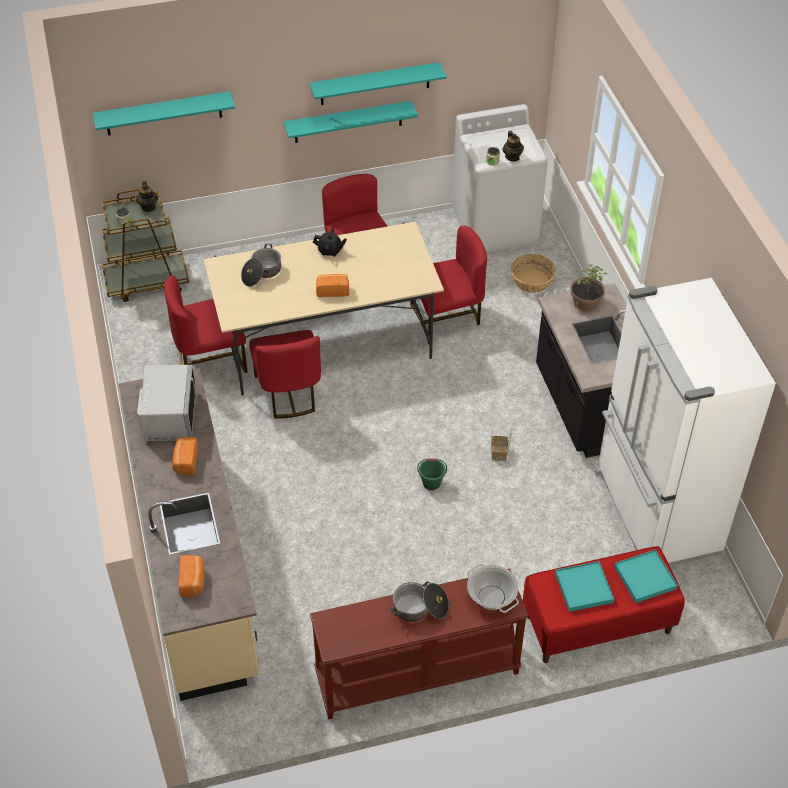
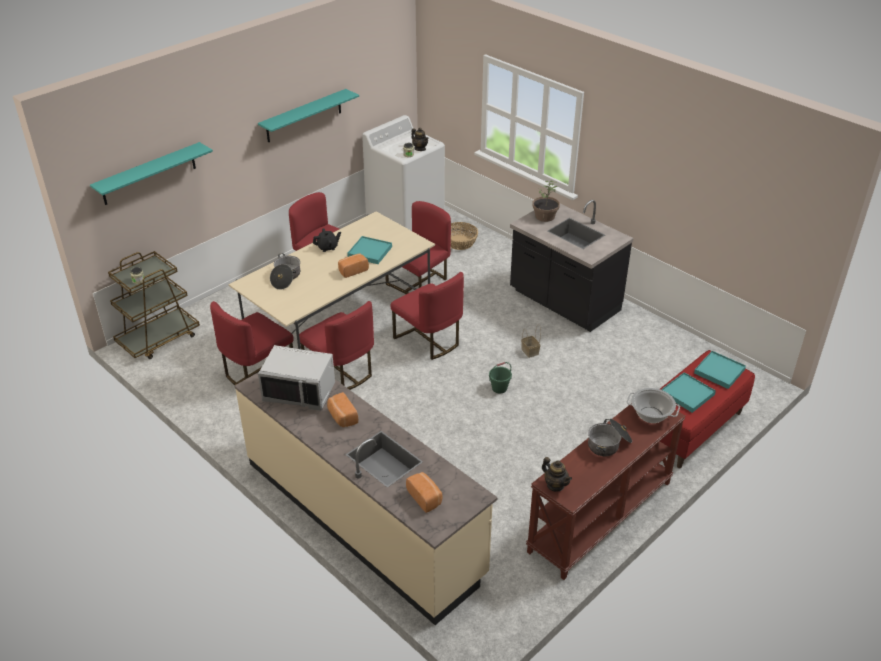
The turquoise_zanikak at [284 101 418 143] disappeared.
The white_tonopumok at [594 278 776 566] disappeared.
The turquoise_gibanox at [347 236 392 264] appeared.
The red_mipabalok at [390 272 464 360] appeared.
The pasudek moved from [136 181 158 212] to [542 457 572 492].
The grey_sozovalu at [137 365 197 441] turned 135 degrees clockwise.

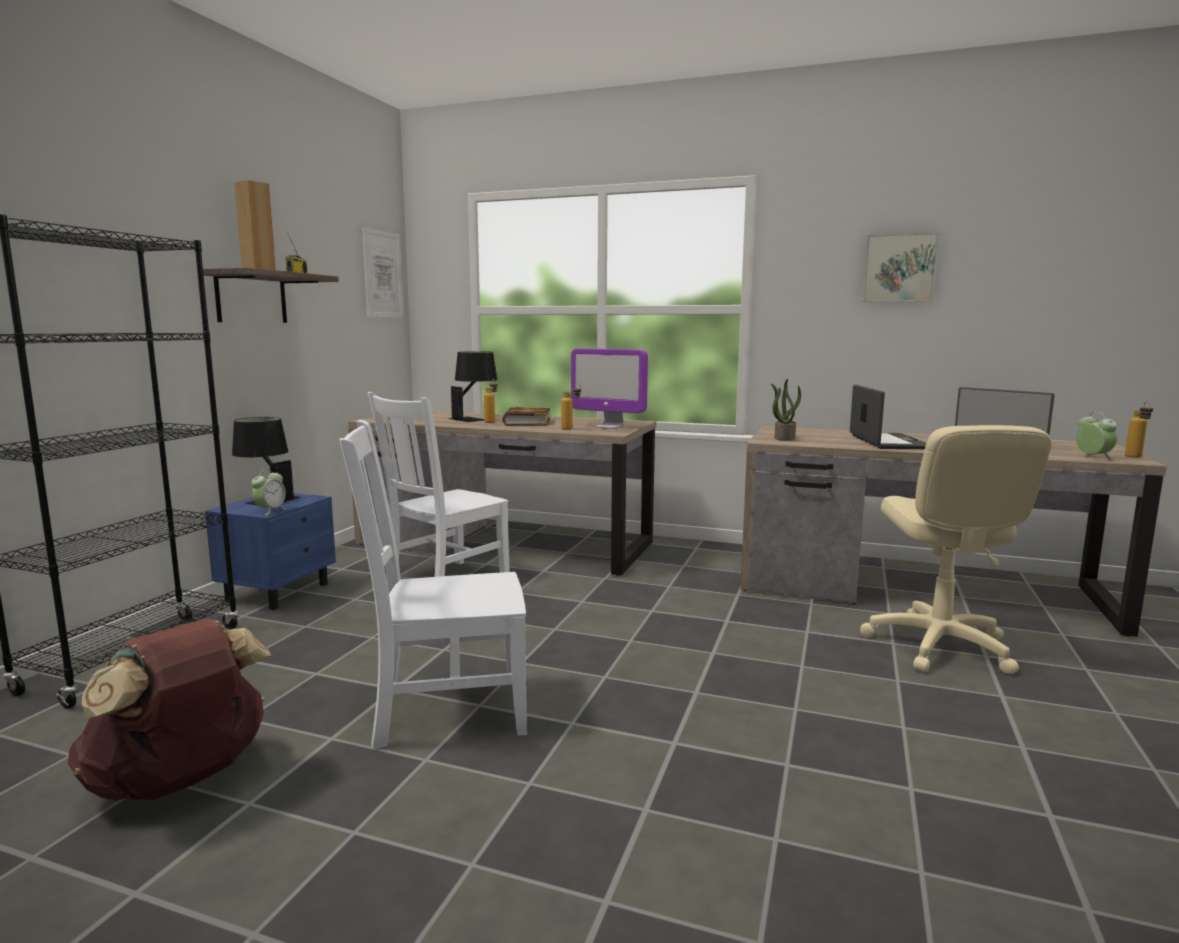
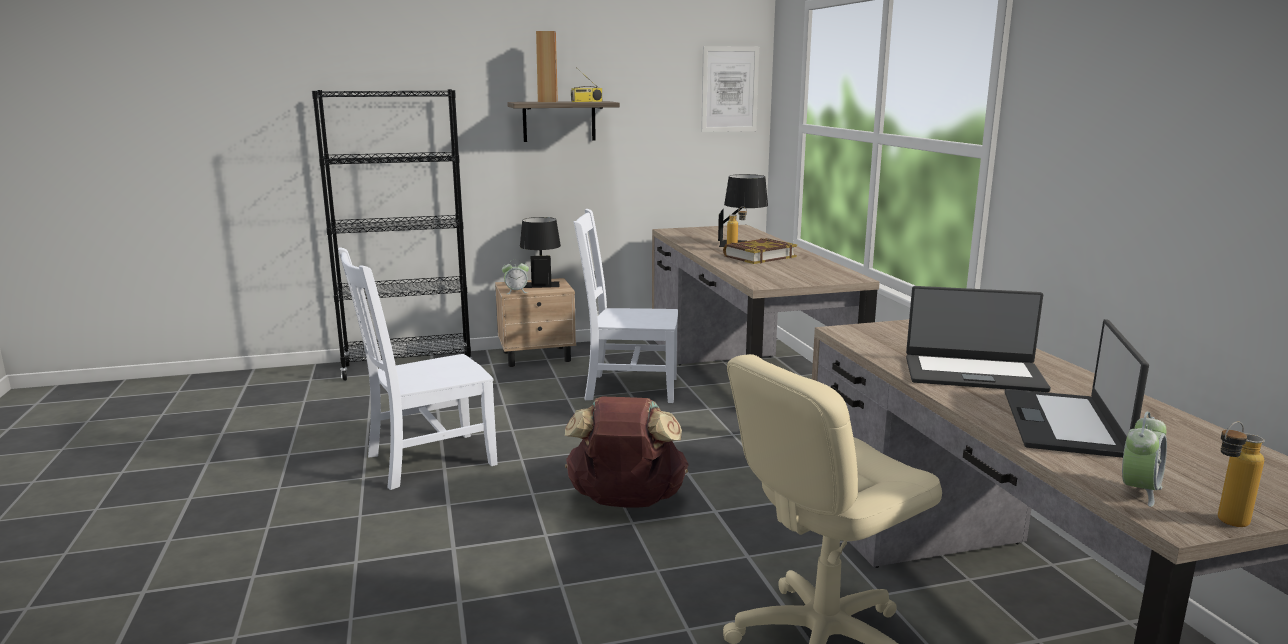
The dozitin at [561 384 582 430] disappeared.
The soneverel at [571 349 648 429] disappeared.
The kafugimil at [771 379 801 441] disappeared.
The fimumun at [863 233 939 302] disappeared.
The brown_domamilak moved from [68 619 272 800] to [565 397 689 507].
The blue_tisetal at [205 493 336 610] became the beige_tisetal at [495 278 576 367].
The white_mipabalok at [339 420 527 749] turned 75 degrees counterclockwise.
The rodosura at [850 385 926 449] turned 45 degrees clockwise.

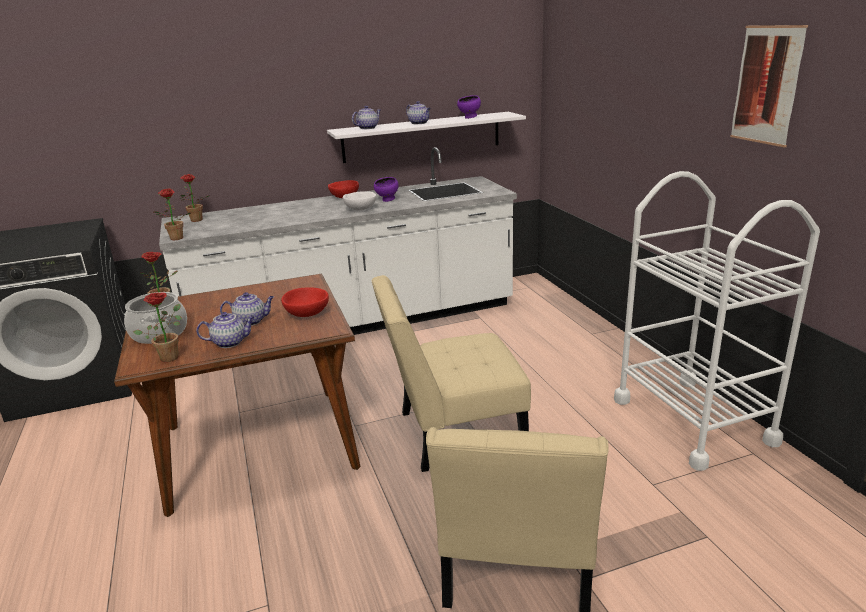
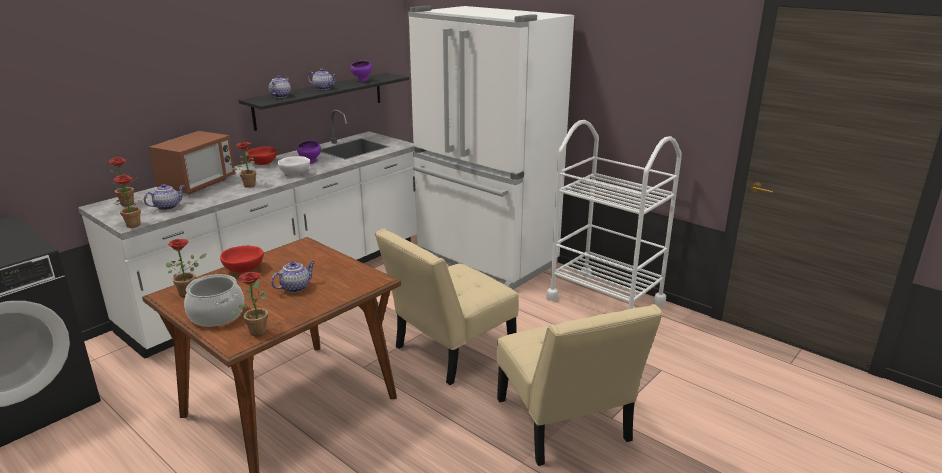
The fimumun at [730 25 808 147] disappeared.
The sozovalu at [149 131 235 194] appeared.
The kafugimil at [232 142 256 188] appeared.
The white_tonopumok at [408 6 574 290] appeared.
The pasudek moved from [196 312 255 348] to [144 184 185 210].
The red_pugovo moved from [281 288 329 317] to [220 246 264 273].
The white_zanikak at [327 112 526 163] became the black_zanikak at [239 73 409 131].

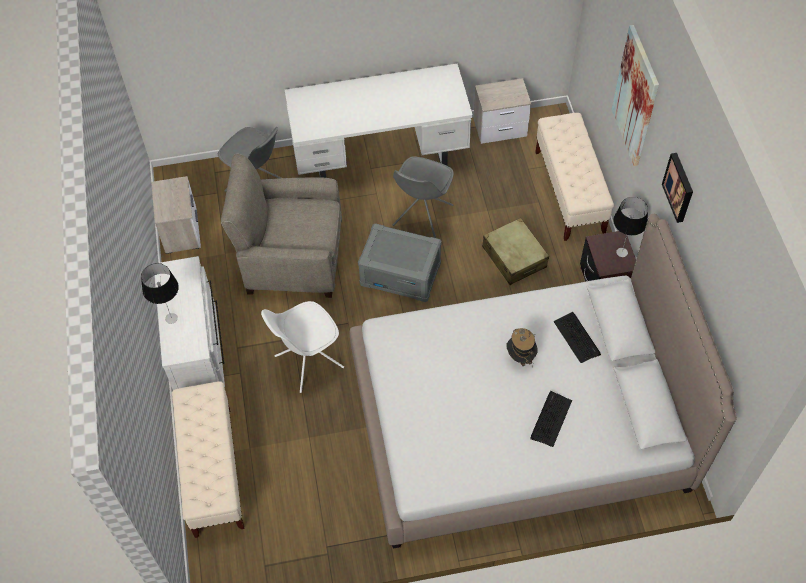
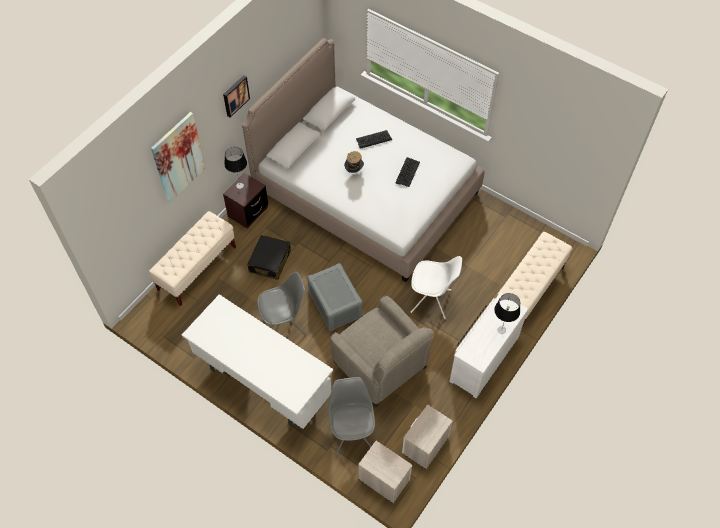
The tisetal moved from [474 78 531 144] to [358 441 412 503].
The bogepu moved from [554 312 601 363] to [396 157 420 187].
The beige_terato at [482 218 549 285] became the black_terato at [247 235 291 280].

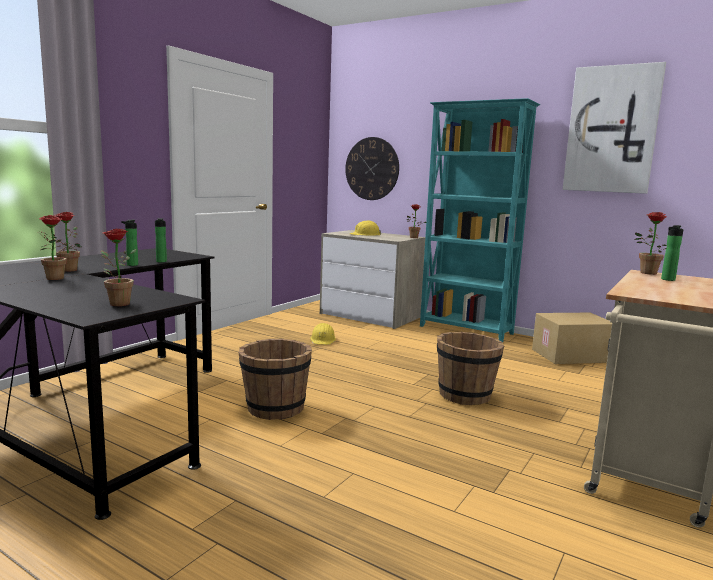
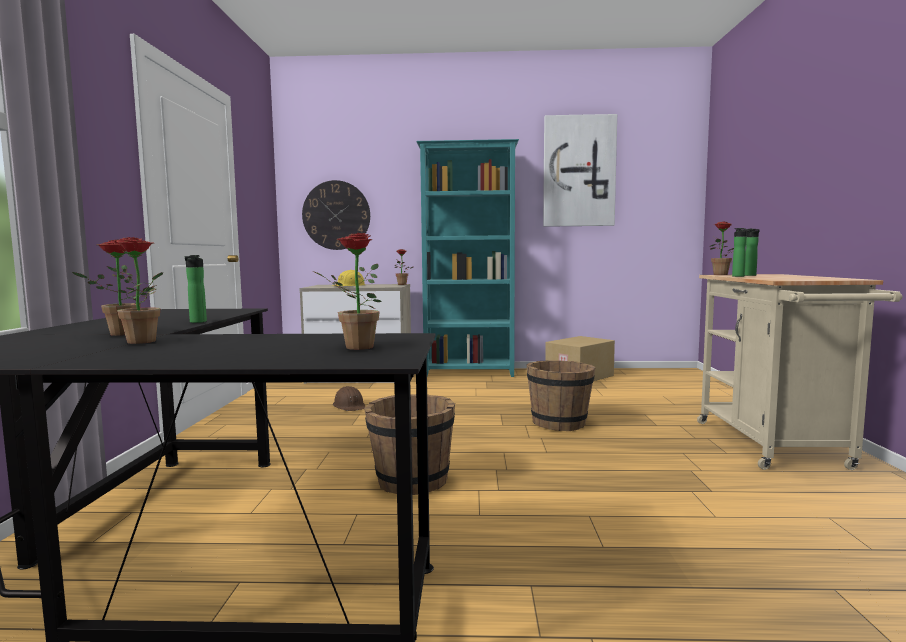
The dozitin moved from [155 218 167 263] to [732 228 753 277].
The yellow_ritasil at [310 323 336 345] became the brown_ritasil at [333 386 365 411].

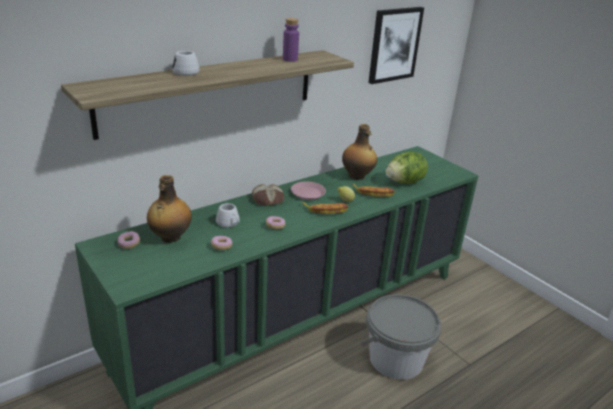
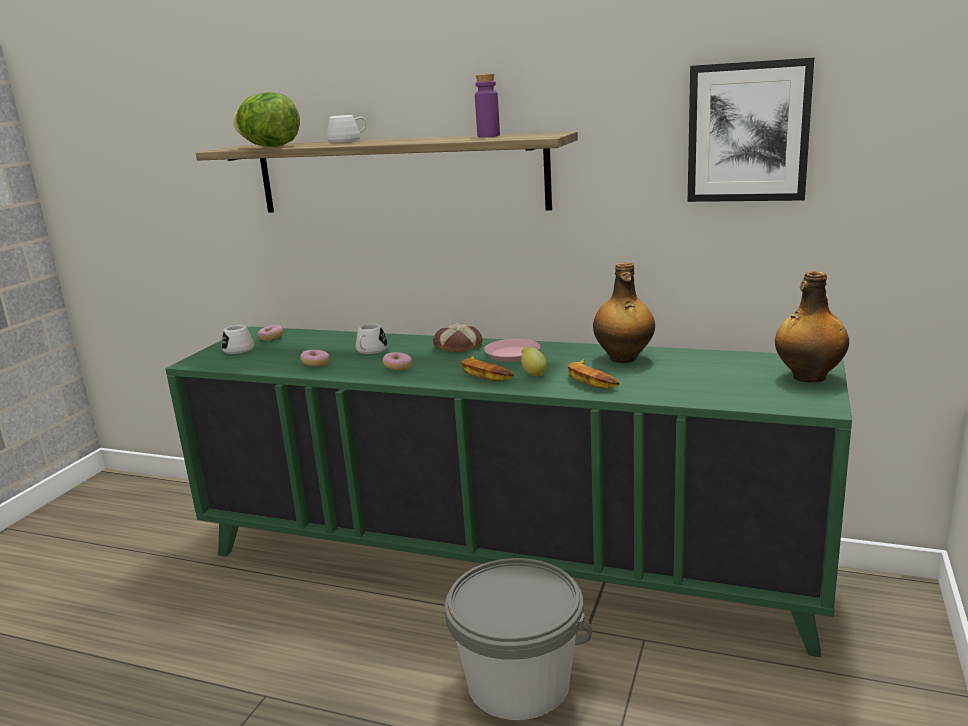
The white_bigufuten at [222 325 254 354] appeared.
The dozitin moved from [147 175 192 243] to [775 271 849 383].
The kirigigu moved from [386 151 428 184] to [233 92 300 147].

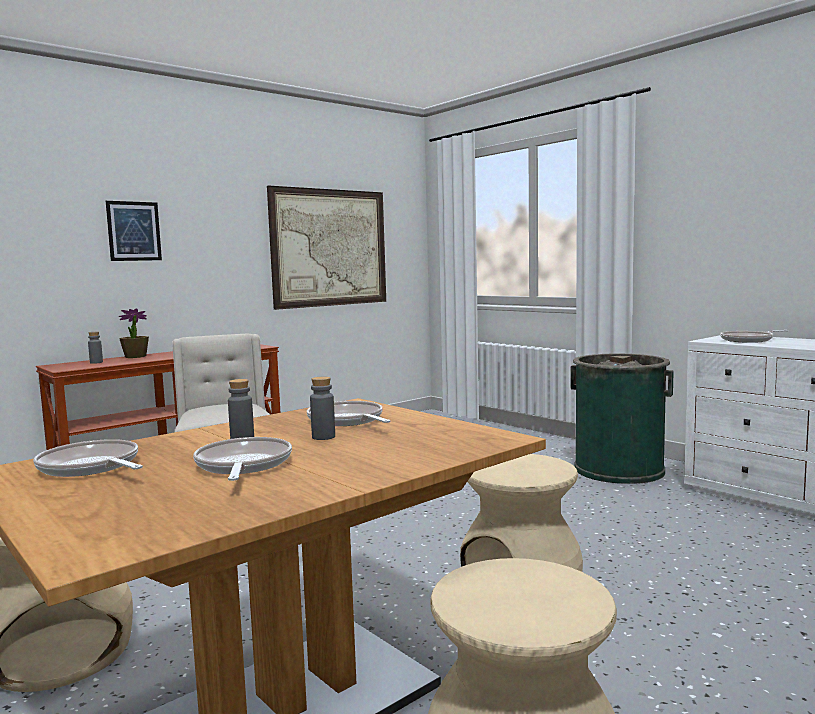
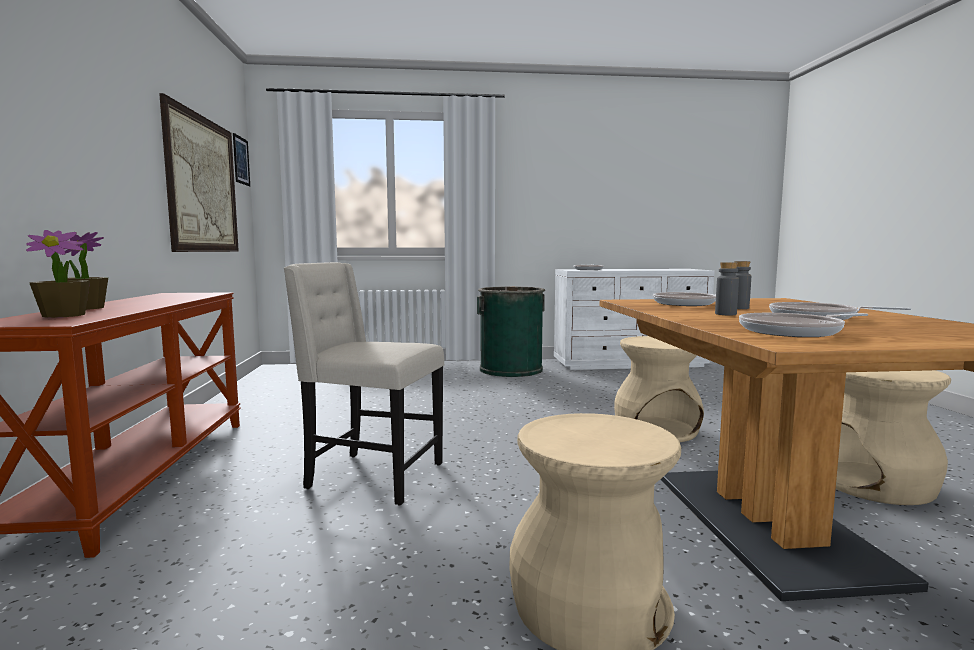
The fimumun moved from [106 201 162 261] to [233 133 250 186].
The grey_dozitin at [88 332 103 364] was replaced by the kafugimil at [26 230 90 318].

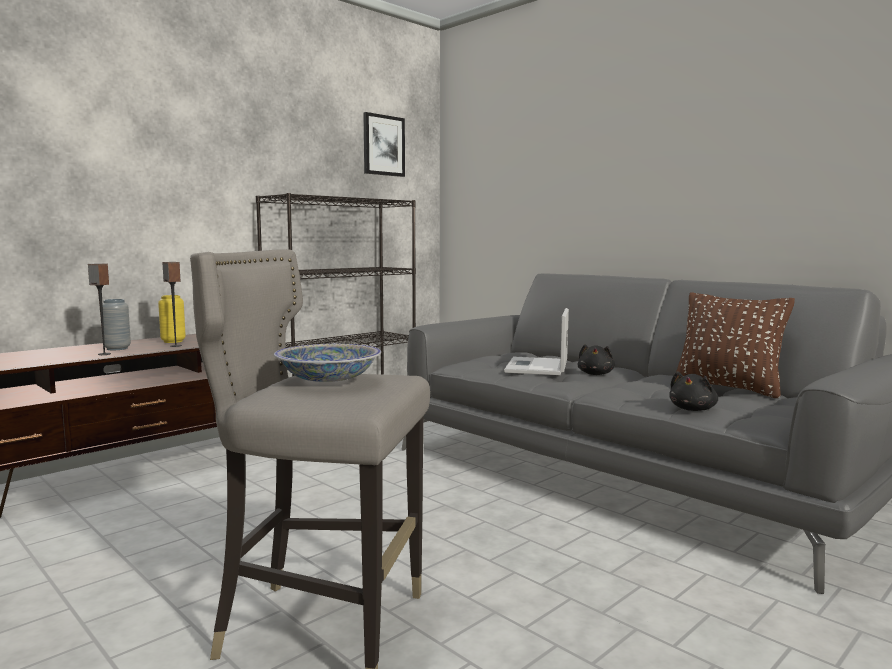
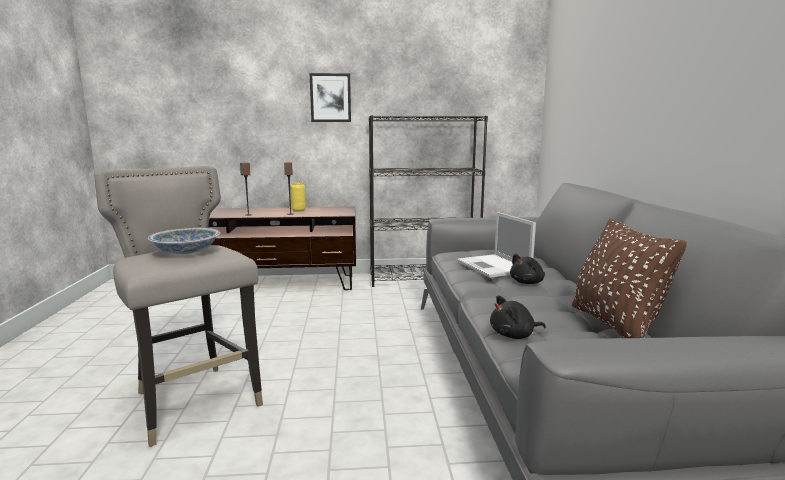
The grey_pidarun at [102 299 131 350] disappeared.
The fimumun moved from [363 112 405 177] to [310 73 351 122].
The rodosura at [504 308 569 375] turned 75 degrees counterclockwise.

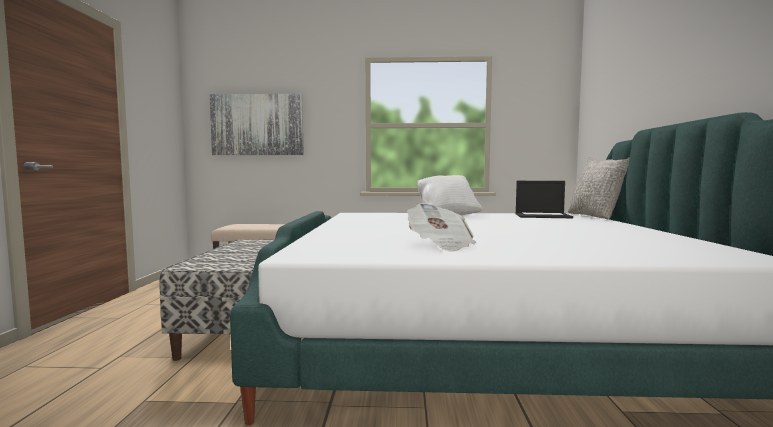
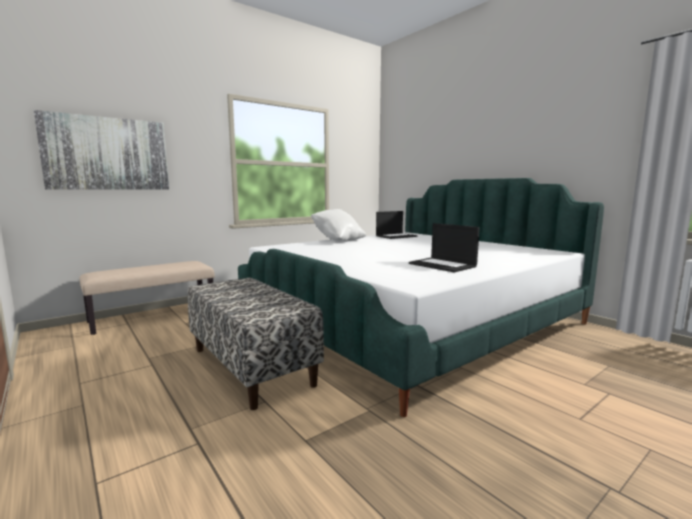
The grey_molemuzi at [568 157 630 219] disappeared.
The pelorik at [407 203 476 252] was replaced by the rodosura at [409 223 480 272].

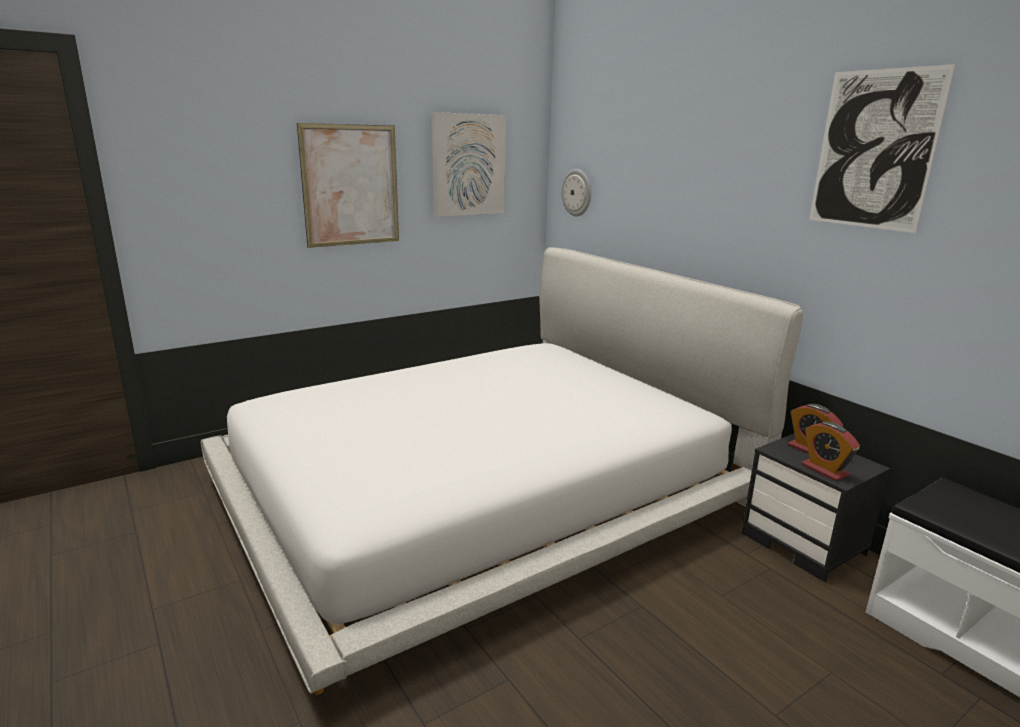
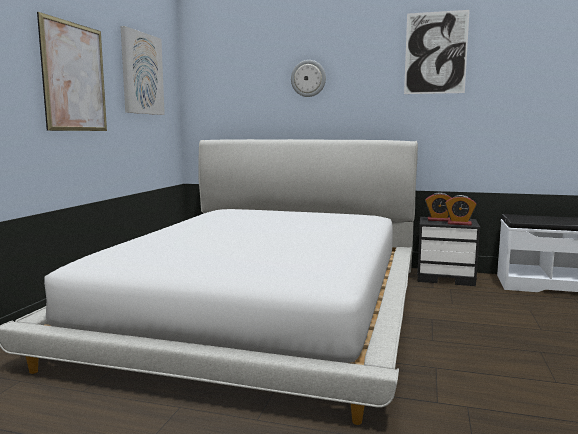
The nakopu moved from [561 169 591 216] to [291 60 326 97].

